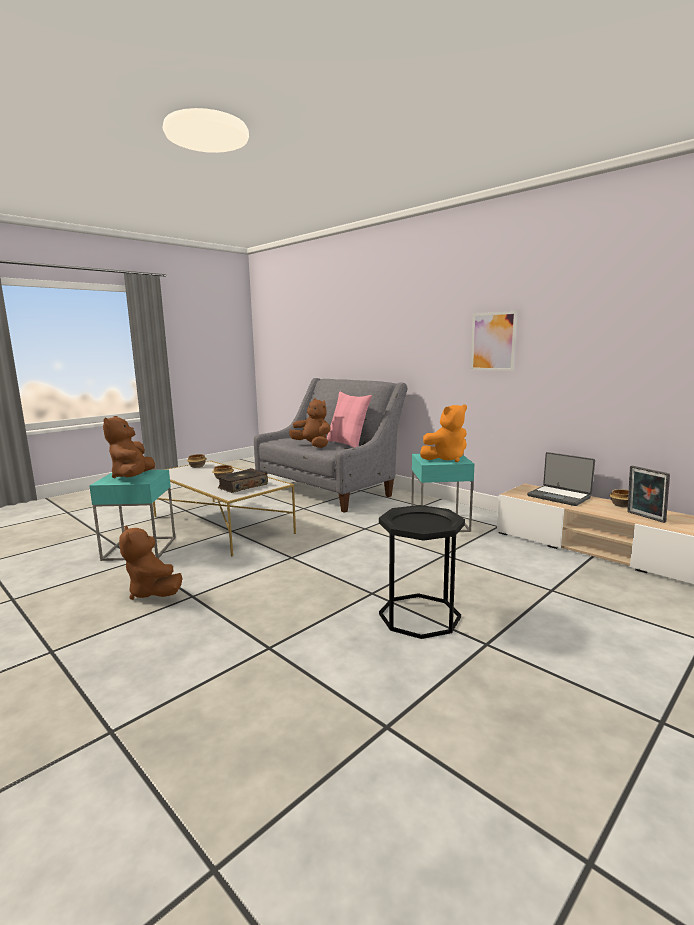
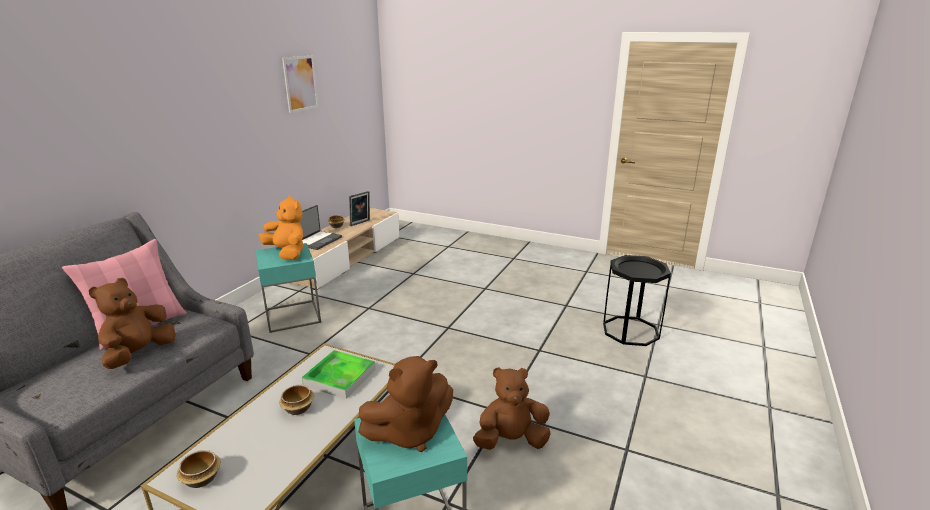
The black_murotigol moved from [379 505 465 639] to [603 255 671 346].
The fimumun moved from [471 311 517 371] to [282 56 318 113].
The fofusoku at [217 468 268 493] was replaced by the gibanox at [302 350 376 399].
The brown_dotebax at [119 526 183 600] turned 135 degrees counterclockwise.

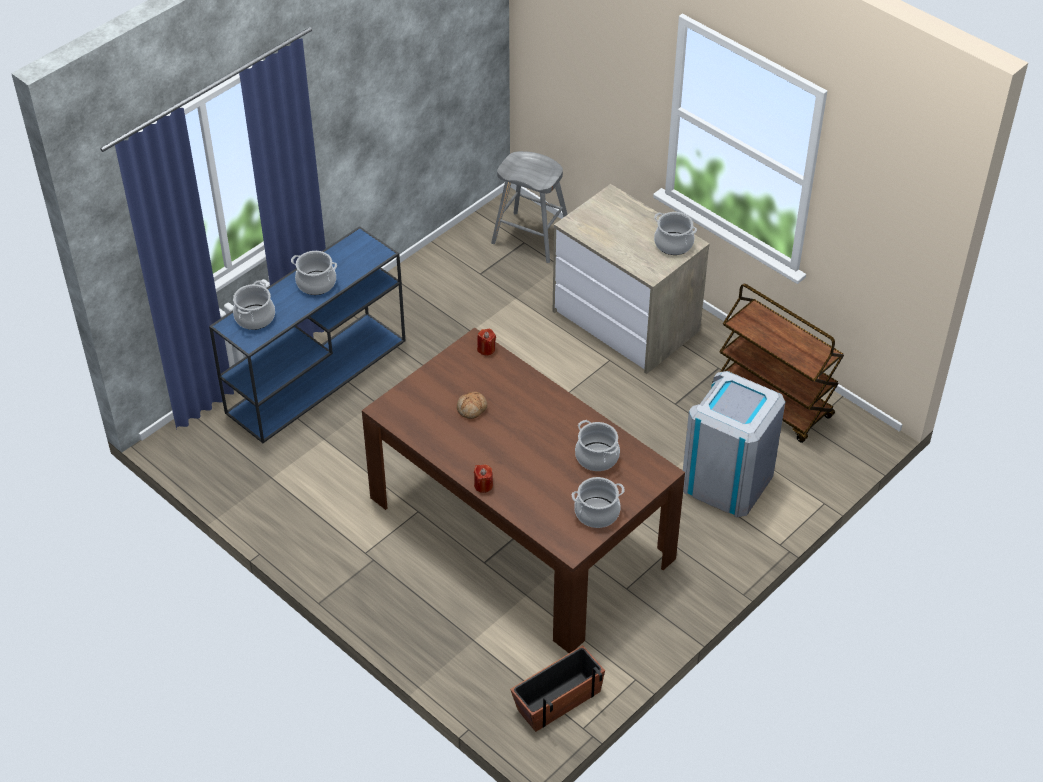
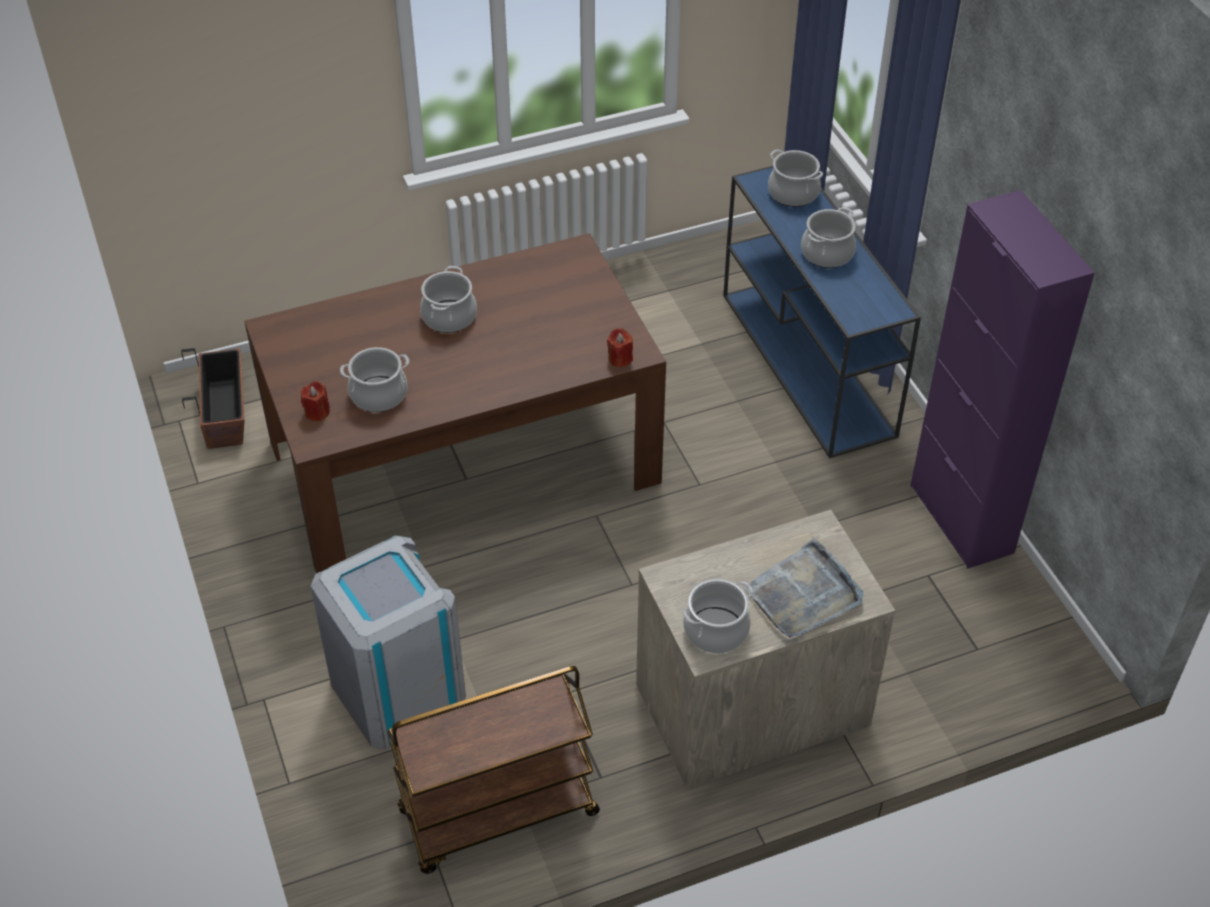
The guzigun at [457 392 487 419] disappeared.
The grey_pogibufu at [491 151 568 263] disappeared.
The grey_gibanox at [743 538 864 638] appeared.
The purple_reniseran at [910 190 1095 568] appeared.
The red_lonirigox moved from [474 464 493 493] to [301 381 330 421].
The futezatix moved from [572 477 625 528] to [420 266 477 333].

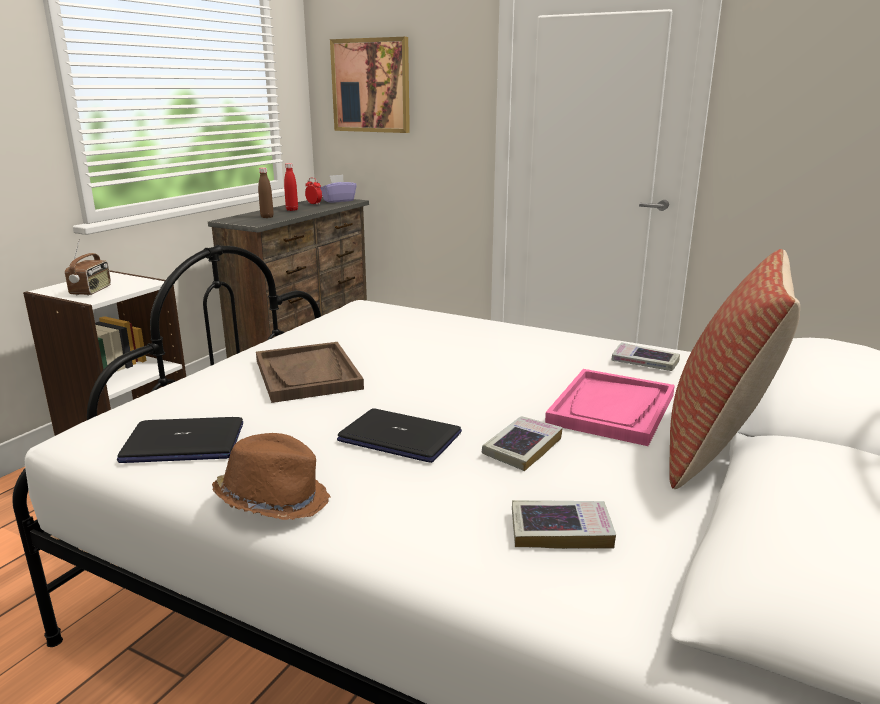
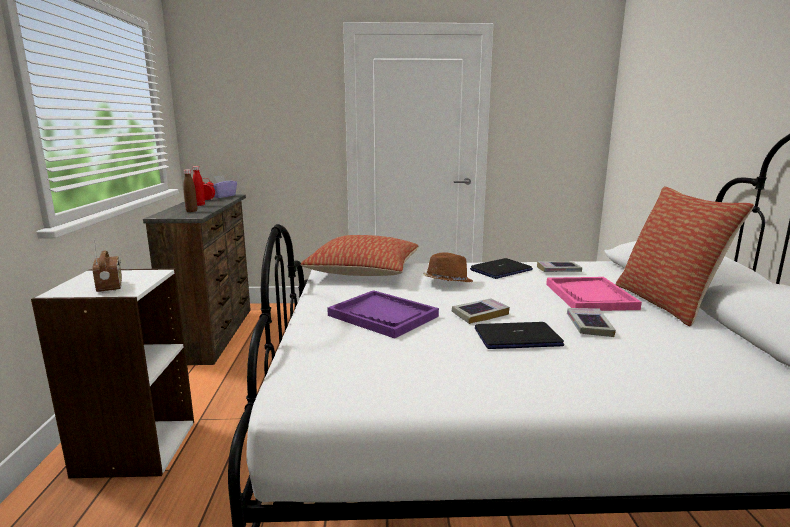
The fimumun at [330 37 410 133] disappeared.
The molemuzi at [301 235 418 276] appeared.
The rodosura moved from [117 417 243 463] to [470 258 533 279].
The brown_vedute moved from [212 433 331 520] to [423 252 473 282].
The fofusoku moved from [512 500 616 549] to [452 298 510 324].
The brown_gibanox at [256 342 364 403] became the purple_gibanox at [327 290 439 339].

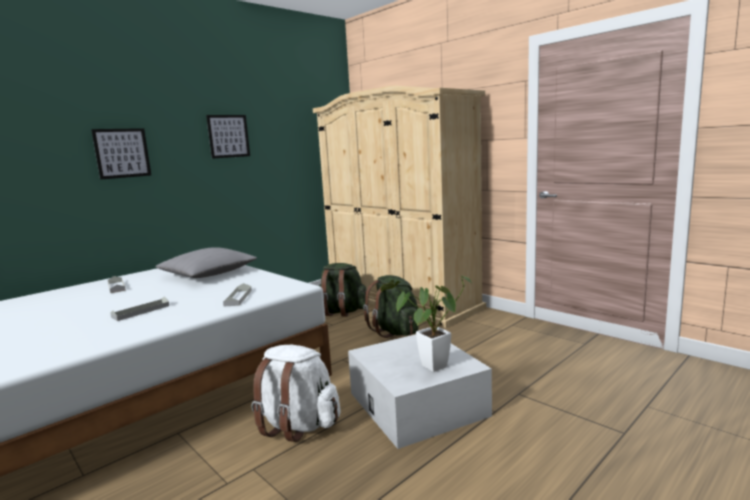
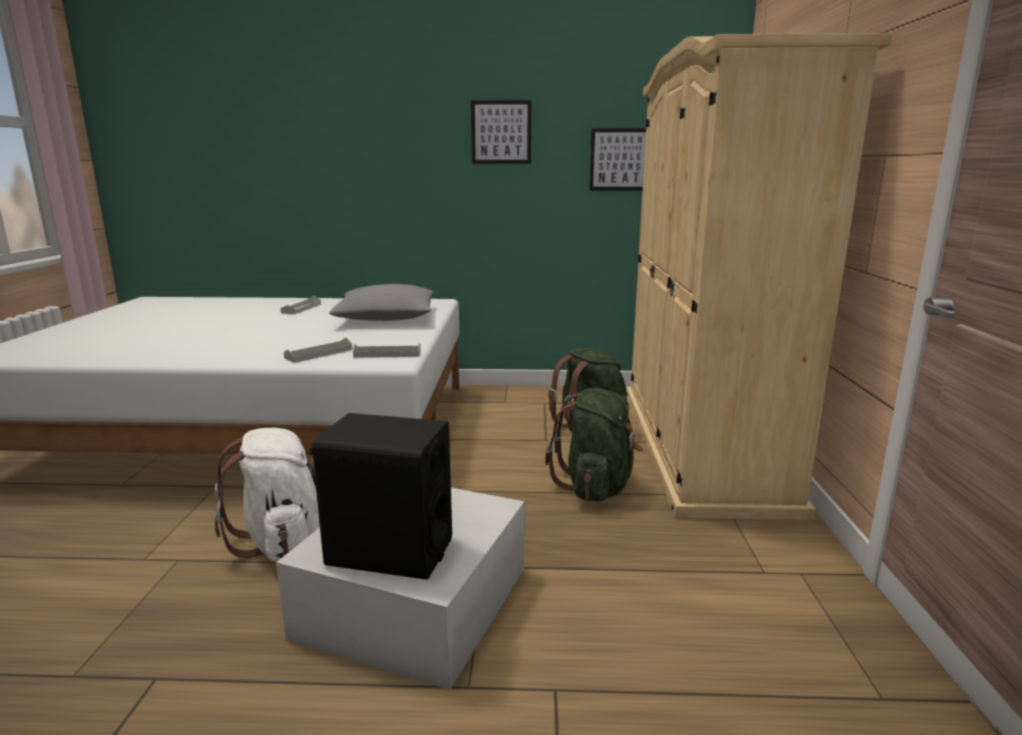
The fimumun moved from [91 128 151 180] to [589 128 646 191].
The grey_gibanox moved from [110 296 169 321] to [353 343 421 358].
The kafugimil at [380 273 472 372] was replaced by the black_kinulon at [310 413 452 580].

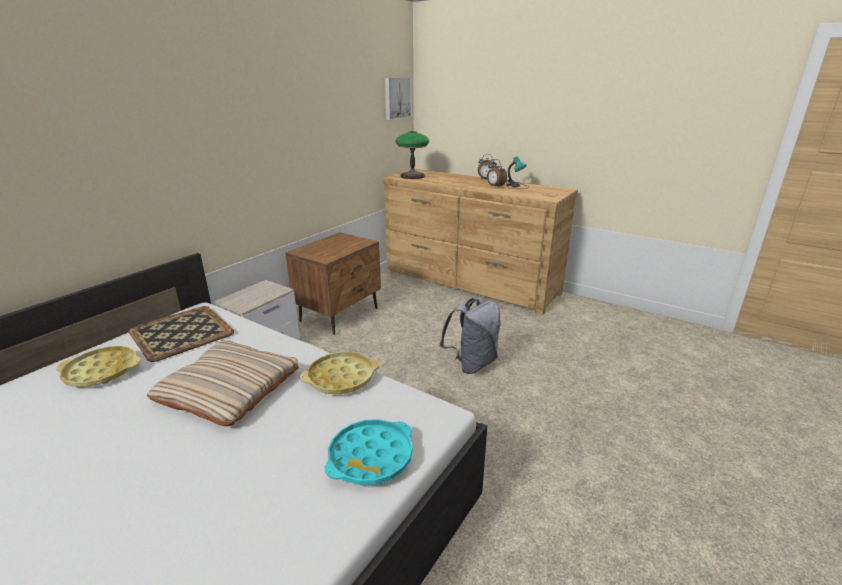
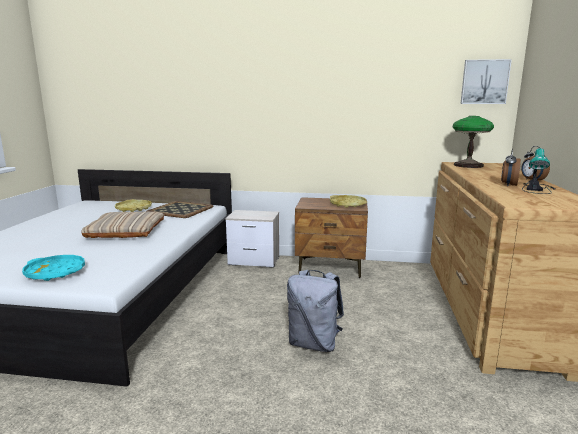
The yellow_gibanox moved from [300 352 379 394] to [330 195 367 208].

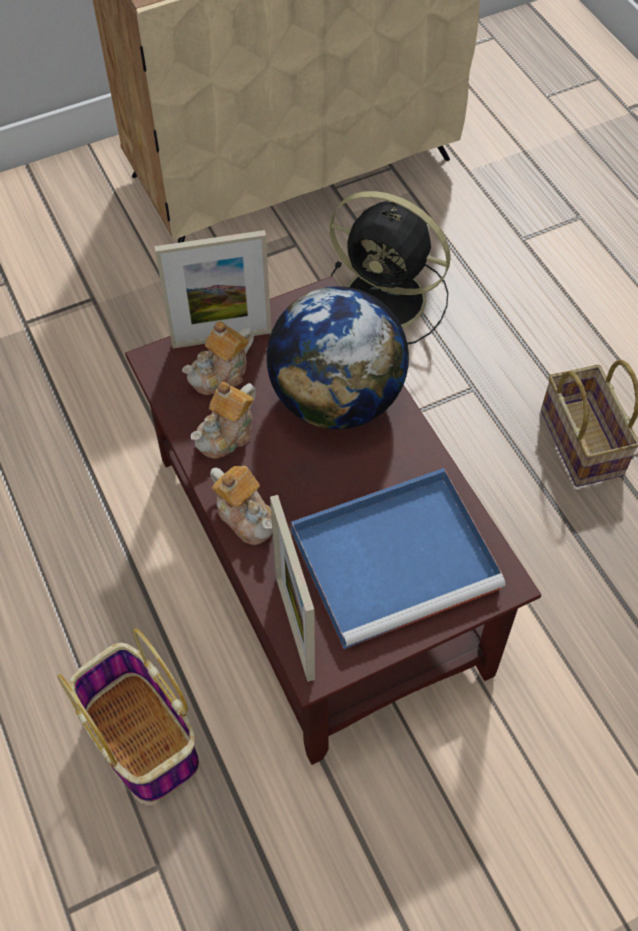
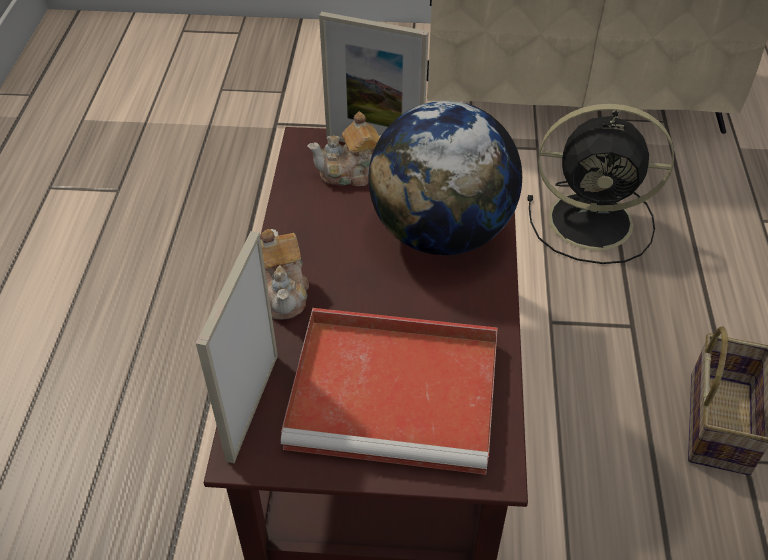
The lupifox at [57 629 199 802] disappeared.
The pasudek at [191 382 256 459] disappeared.
The blue_gibanox at [291 468 505 649] became the red_gibanox at [281 308 498 475].
The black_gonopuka at [329 191 451 344] turned 45 degrees counterclockwise.

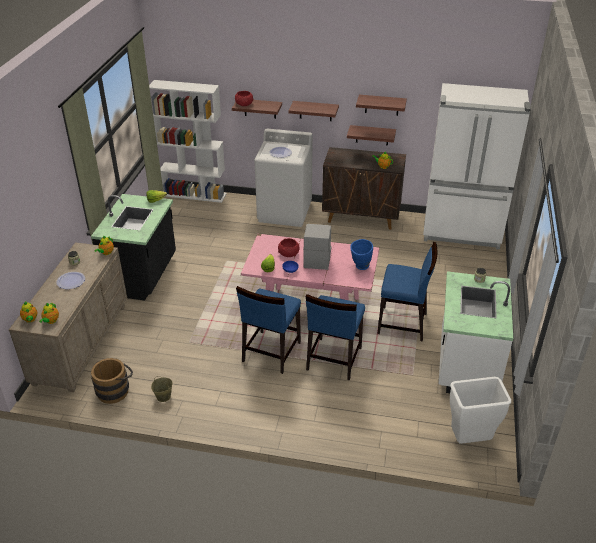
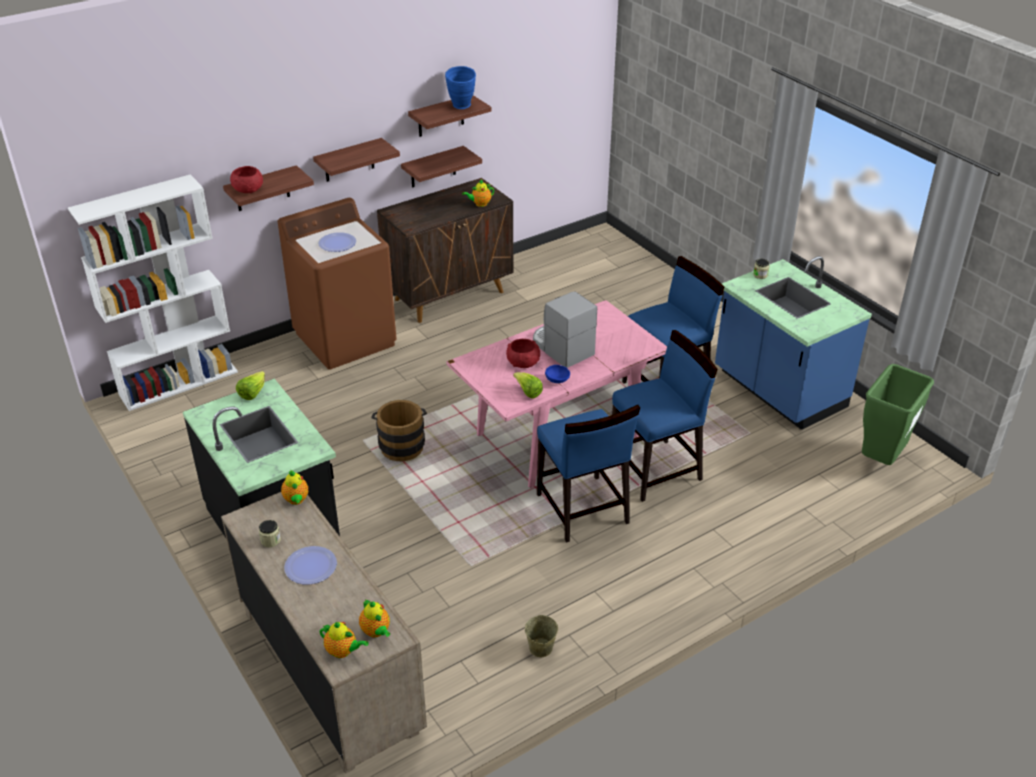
The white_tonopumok at [423 83 531 250] disappeared.
The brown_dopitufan moved from [91 358 133 404] to [371 400 427 461].
The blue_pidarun moved from [350 239 373 270] to [445 66 476 109].
The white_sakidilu at [255 129 313 227] became the brown_sakidilu at [278 198 397 370].
The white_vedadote at [439 271 513 393] became the blue_vedadote at [715 256 872 430].
The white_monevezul at [450 377 511 444] became the green_monevezul at [862 364 934 465].
The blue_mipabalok at [306 294 365 380] turned 90 degrees counterclockwise.

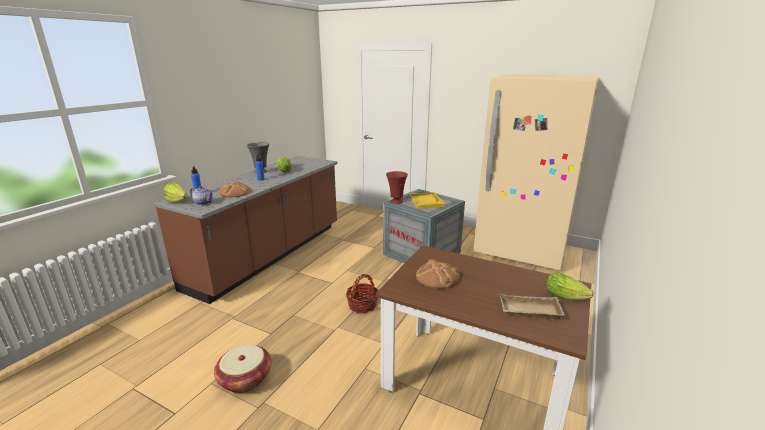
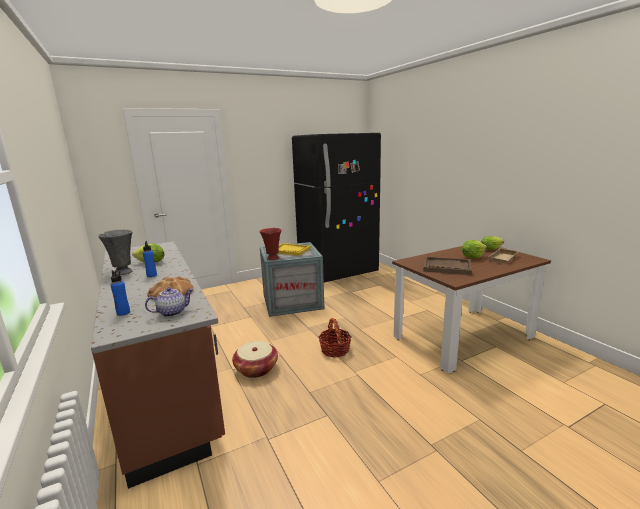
The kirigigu moved from [163 182 187 203] to [462 240 487 258].
The lupifox moved from [214 344 271 393] to [232 341 278 378].
The guzigun at [416 259 460 289] was replaced by the brown_gibanox at [423 257 472 275].
The beige_tonopumok at [474 74 599 270] became the black_tonopumok at [292 133 381 282].

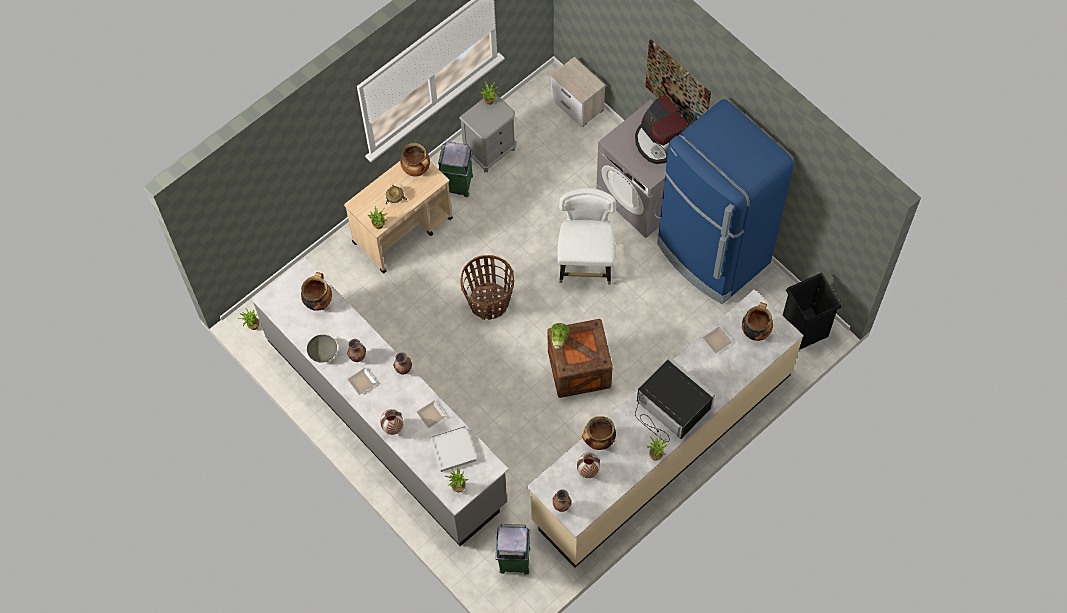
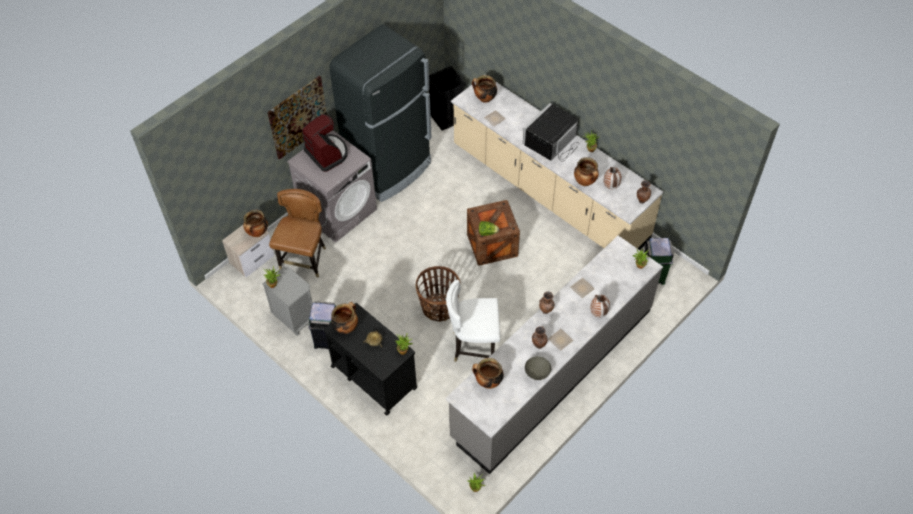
The white_gibanox at [430 426 477 472] disappeared.
The futezatix at [243 210 268 237] appeared.
The brown_mipabalok at [269 189 326 278] appeared.
The white_mipabalok moved from [557 188 616 285] to [446 279 500 362].
The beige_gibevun at [344 161 453 273] became the black_gibevun at [324 303 418 415].
The blue_tonopumok at [657 99 794 304] became the black_tonopumok at [330 25 432 202].
The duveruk at [635 94 689 164] turned 90 degrees counterclockwise.

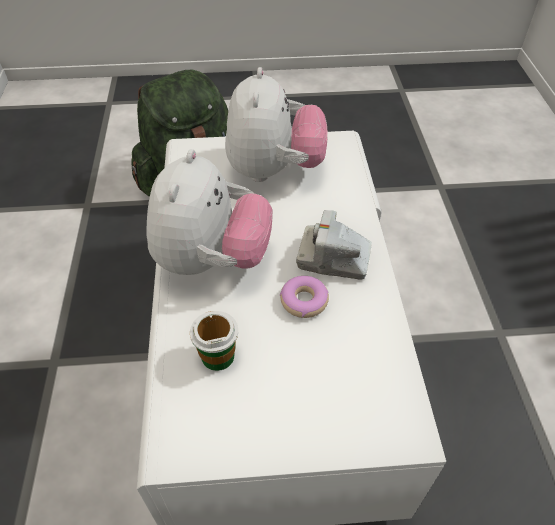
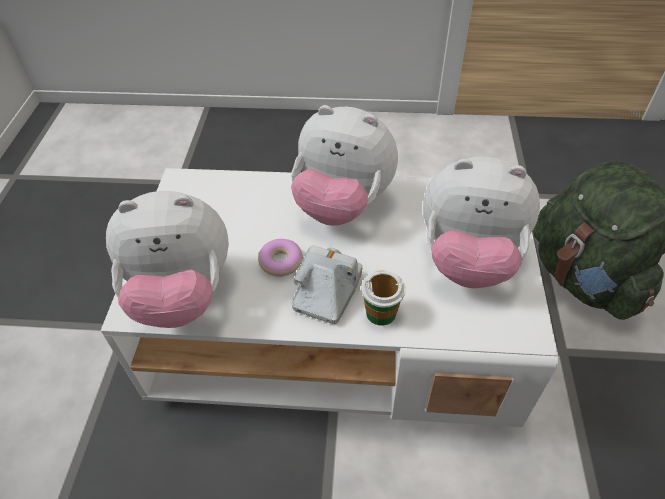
The dotebax at [106 191 229 328] appeared.
The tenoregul moved from [190 311 238 371] to [361 271 406 326].

